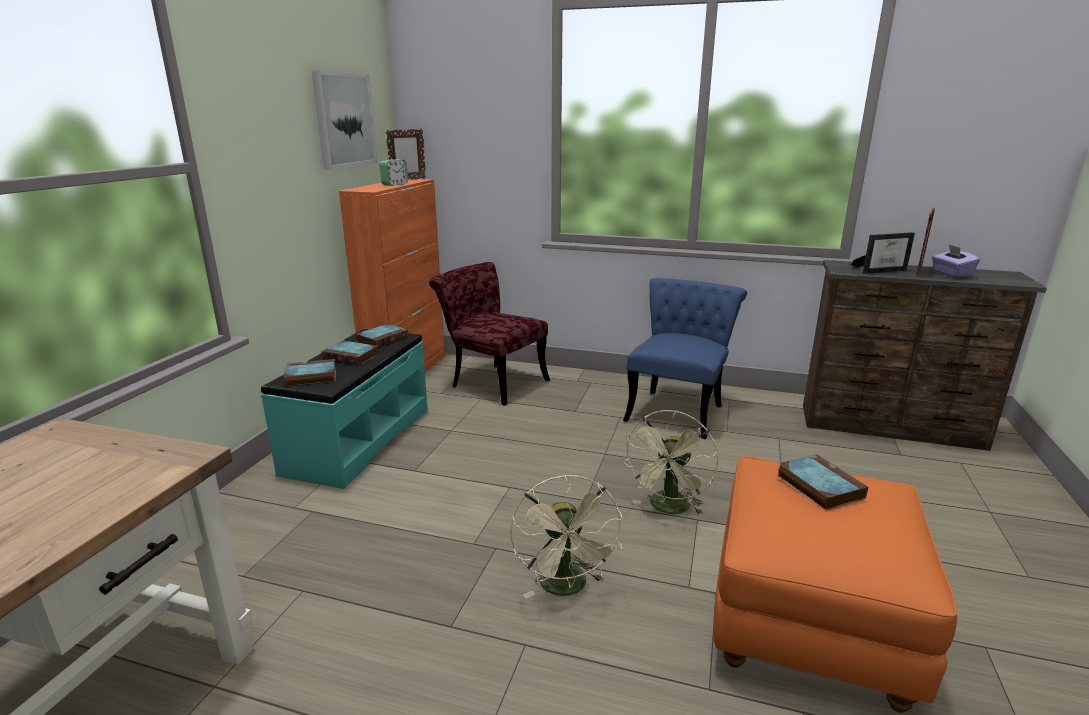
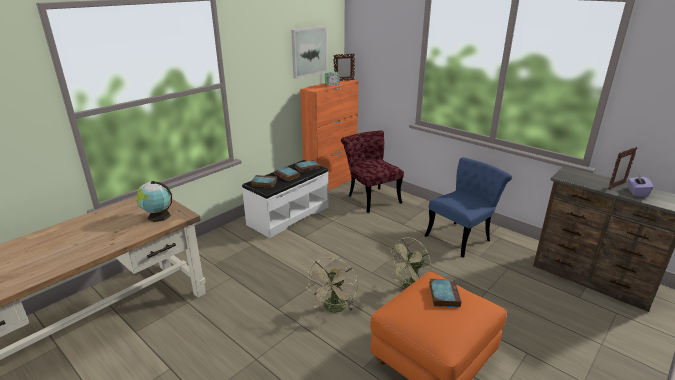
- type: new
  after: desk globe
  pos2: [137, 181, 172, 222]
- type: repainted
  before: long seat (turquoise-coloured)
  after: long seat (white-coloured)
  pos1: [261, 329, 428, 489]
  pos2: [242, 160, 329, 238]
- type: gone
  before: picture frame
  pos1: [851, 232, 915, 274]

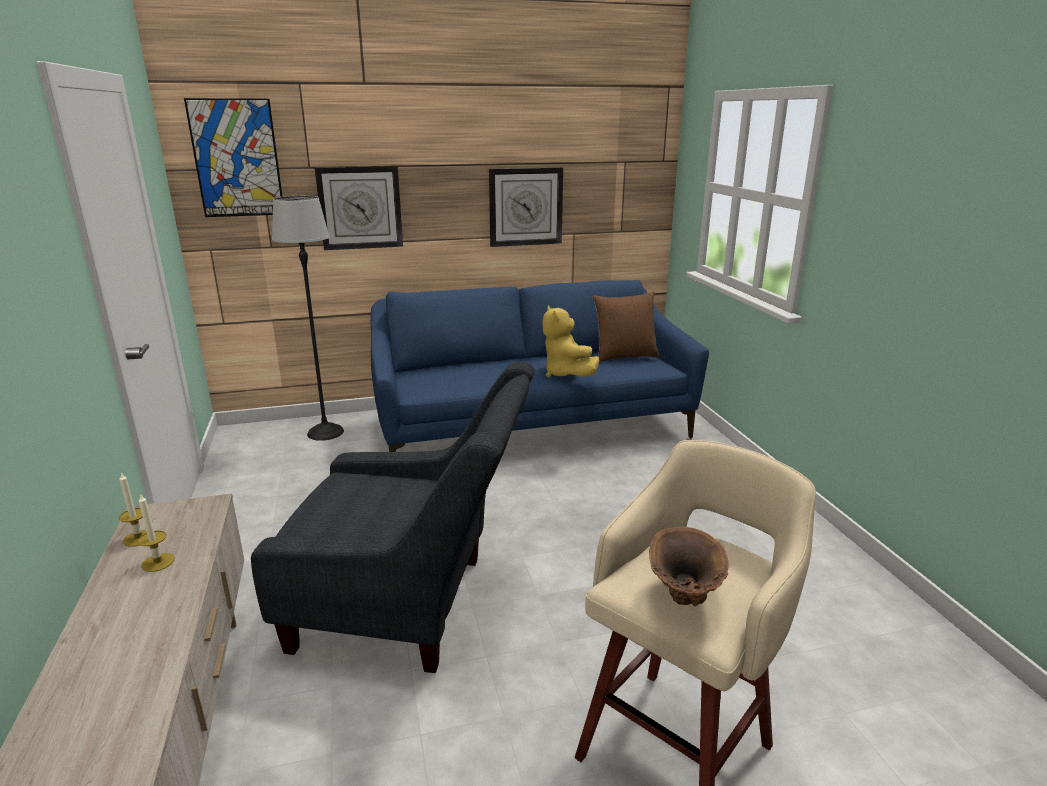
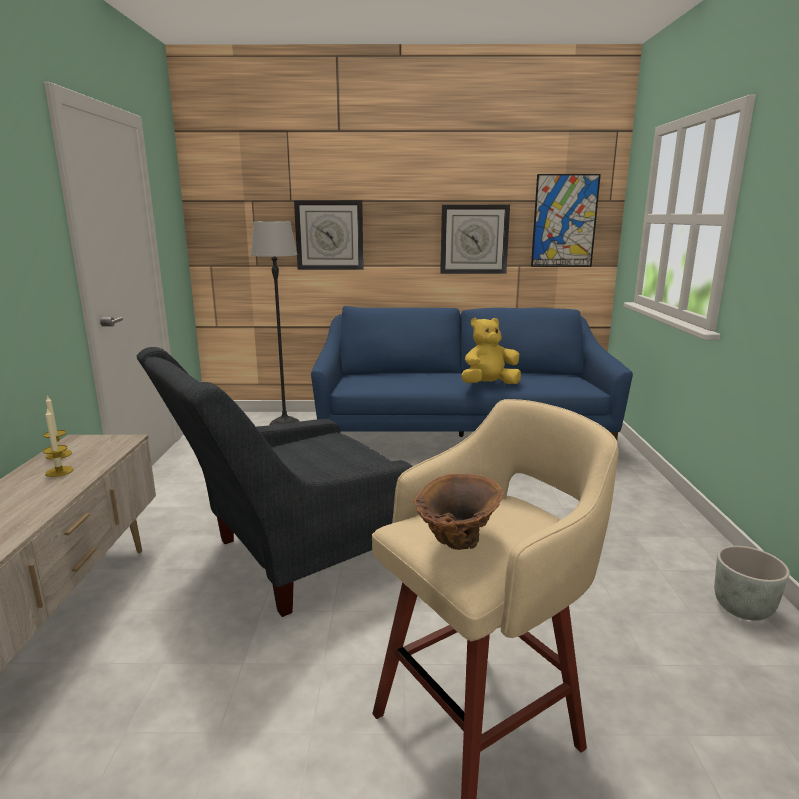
- type: rotated
  before: armchair (greyish)
  pos1: [251, 361, 535, 673]
  pos2: [137, 347, 413, 617]
  turn: 120
- type: rotated
  before: soft toy (yellow)
  pos1: [543, 306, 599, 378]
  pos2: [461, 318, 521, 384]
  turn: 75
- type: shifted
  before: picture
  pos1: [184, 98, 283, 217]
  pos2: [531, 174, 601, 267]
- type: new
  after: plant pot (greyish)
  pos2: [714, 546, 790, 621]
- type: gone
  before: cushion (brown-coloured)
  pos1: [592, 292, 659, 362]

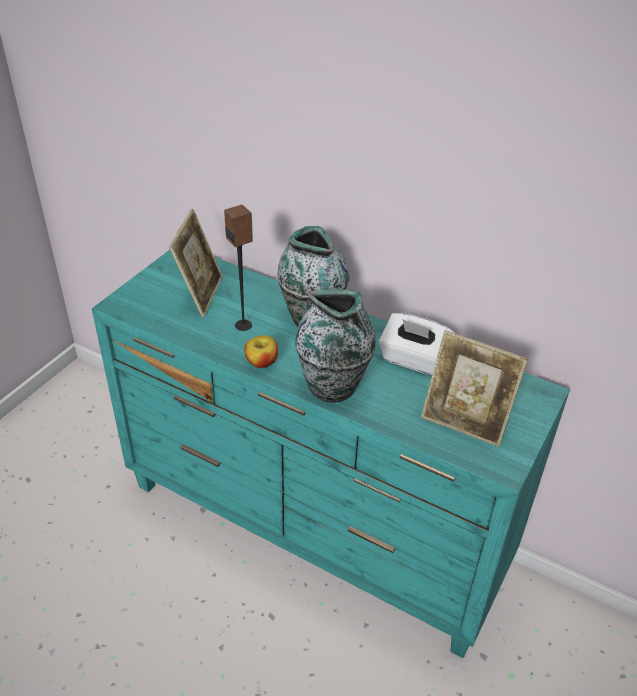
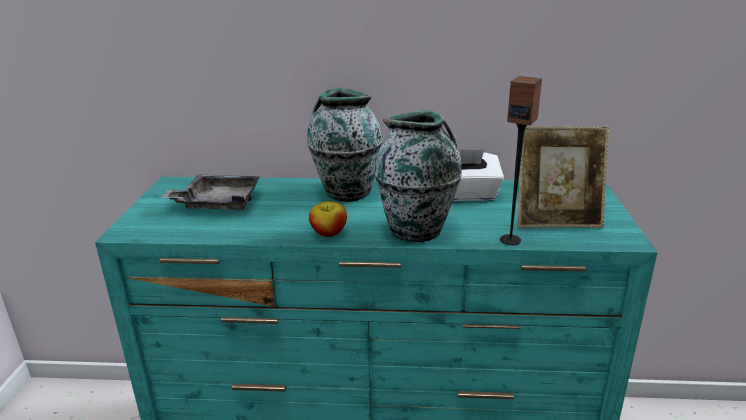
- type: swapped
  before: picture frame
  after: carrying tray (greyish)
  pos1: [169, 209, 223, 317]
  pos2: [160, 174, 260, 210]
- type: shifted
  before: speaker
  pos1: [224, 205, 253, 331]
  pos2: [500, 76, 542, 245]

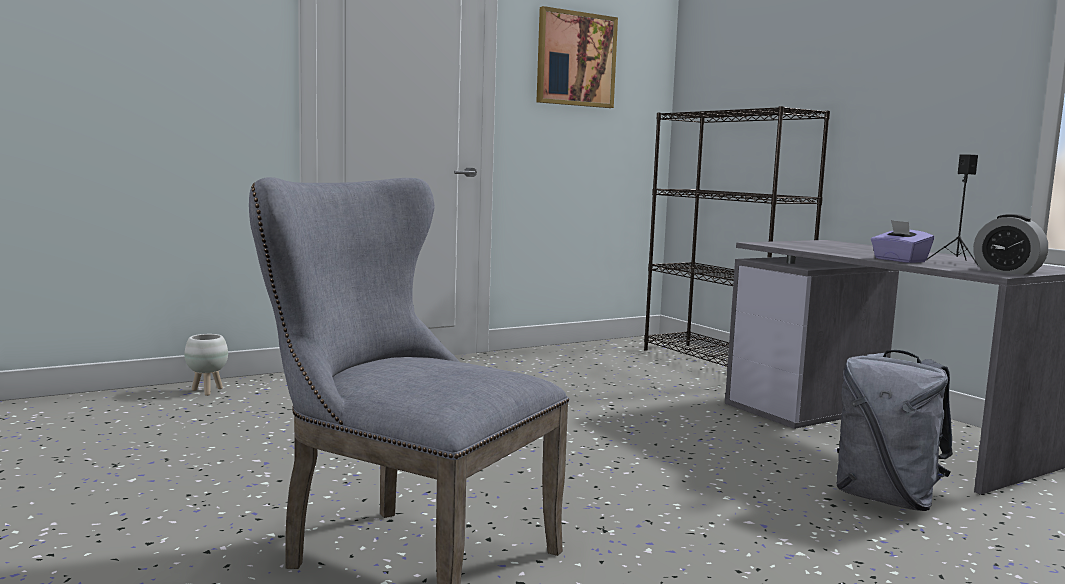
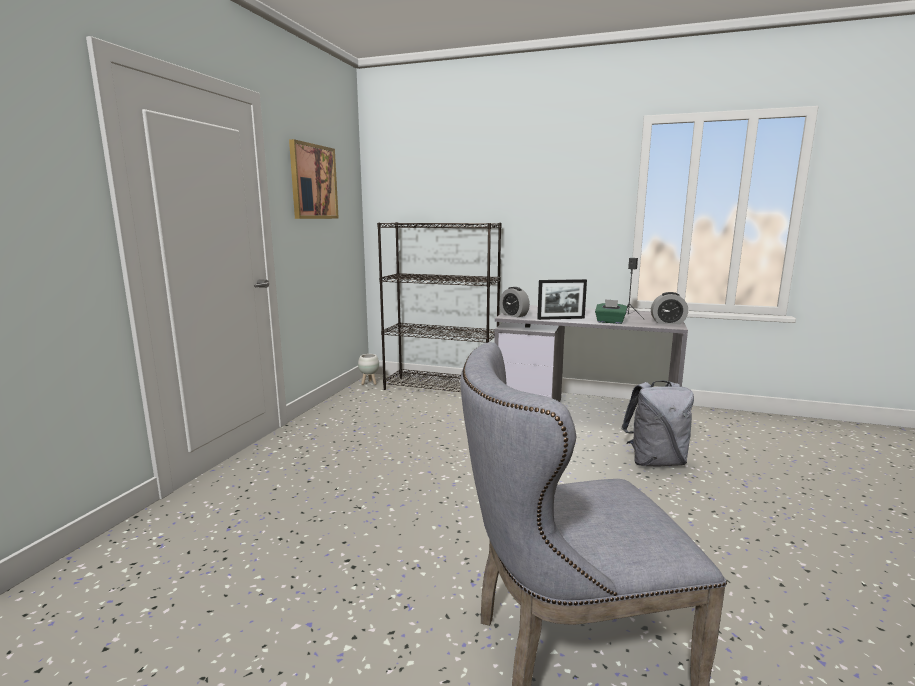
- type: shifted
  before: plant pot (white-coloured)
  pos1: [184, 334, 228, 396]
  pos2: [358, 354, 379, 385]
- type: new
  after: alarm clock
  pos2: [500, 287, 530, 317]
- type: new
  after: picture frame
  pos2: [537, 279, 587, 320]
- type: repainted
  before: box of tissues (purple-coloured)
  after: box of tissues (greenish)
  pos1: [871, 220, 934, 263]
  pos2: [595, 299, 627, 324]

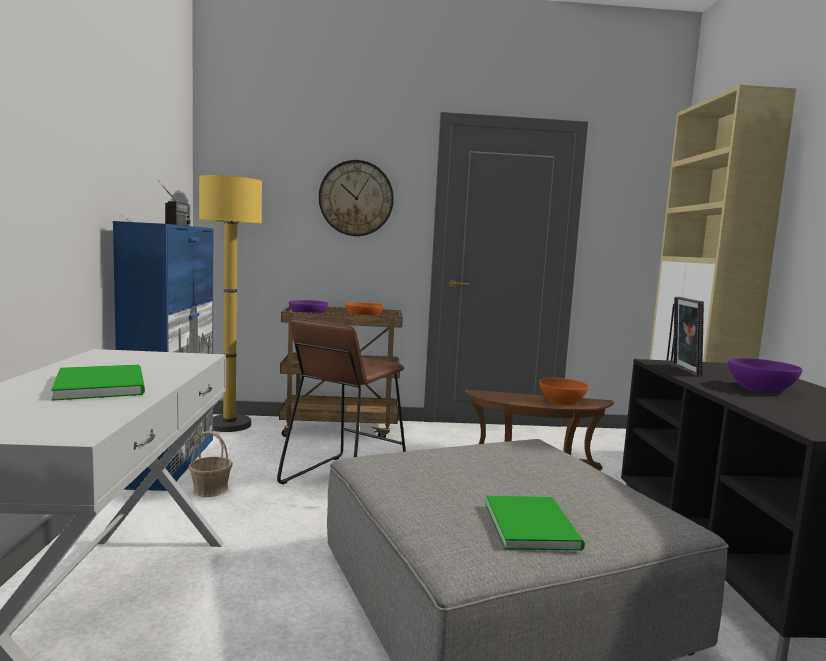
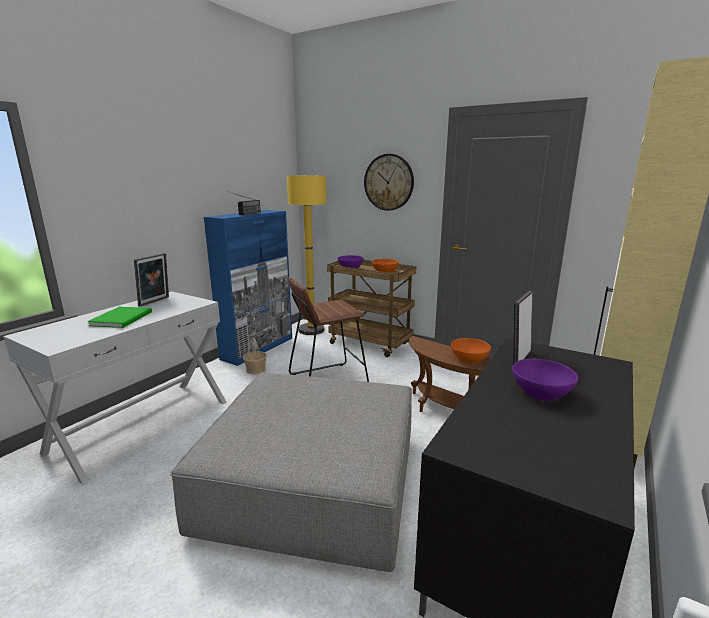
- type: new
  after: picture frame
  pos2: [134, 253, 169, 306]
- type: gone
  before: bound book (greenish)
  pos1: [485, 496, 585, 550]

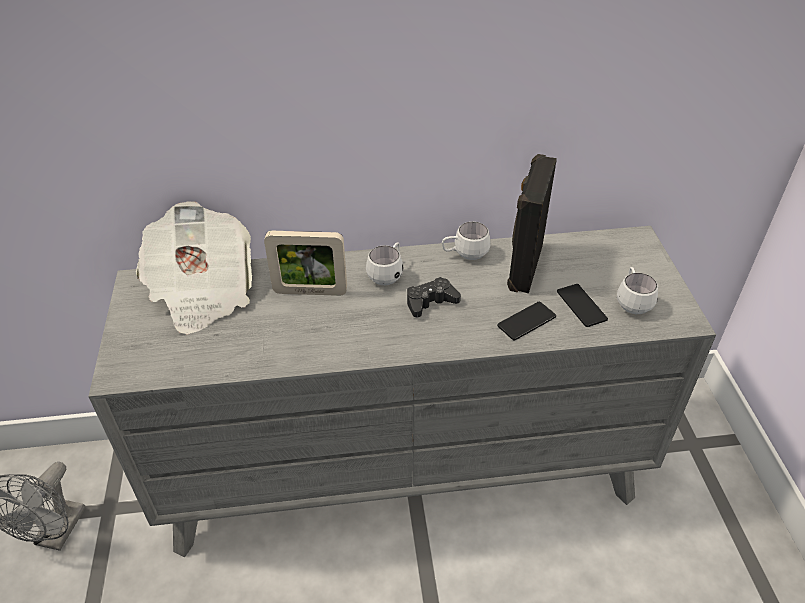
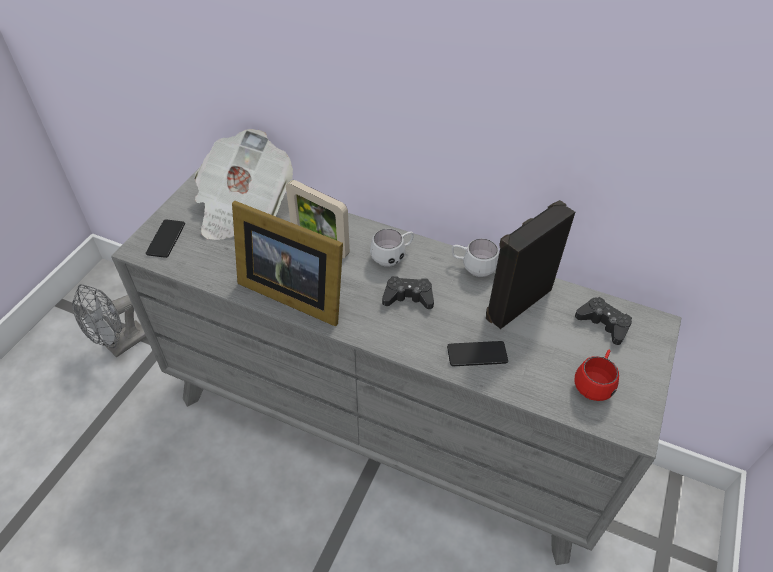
- type: shifted
  before: telephone
  pos1: [557, 284, 608, 327]
  pos2: [146, 219, 185, 258]
- type: new
  after: picture frame
  pos2: [232, 201, 343, 326]
- type: new
  after: game controller (black)
  pos2: [575, 297, 632, 345]
- type: repainted
  before: tea mug (white-coloured)
  after: tea mug (red)
  pos1: [617, 267, 658, 314]
  pos2: [575, 349, 619, 401]

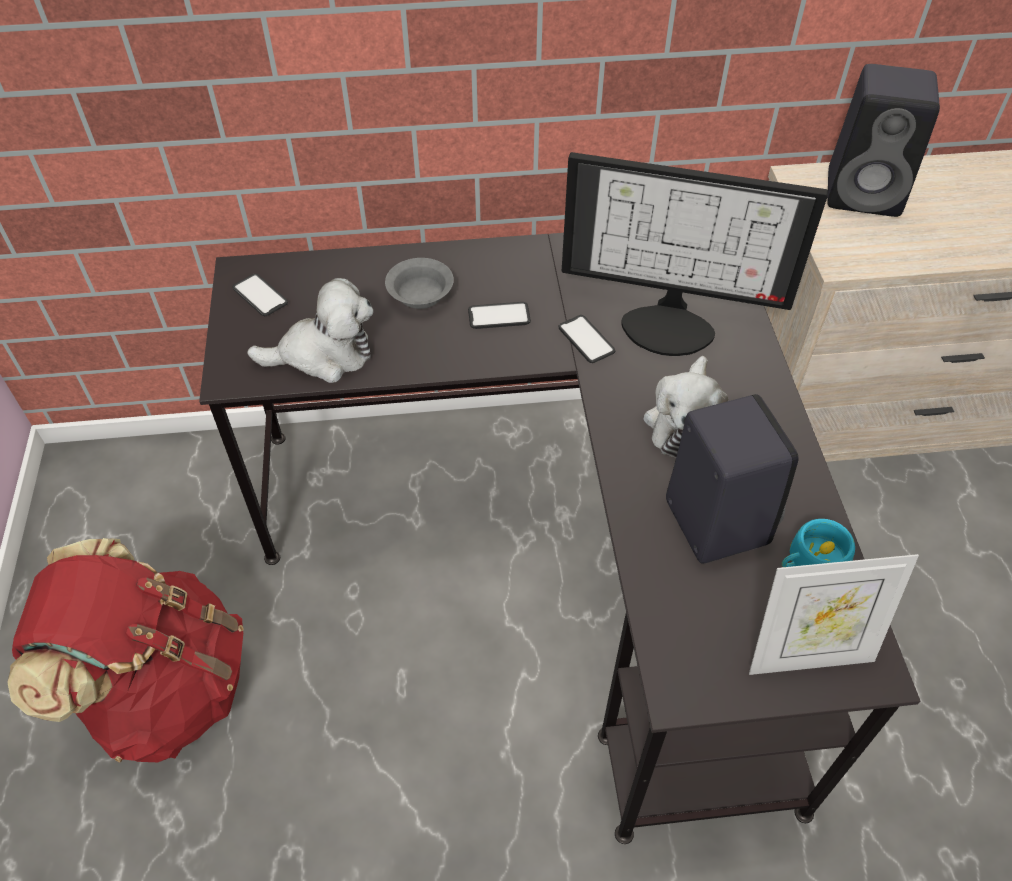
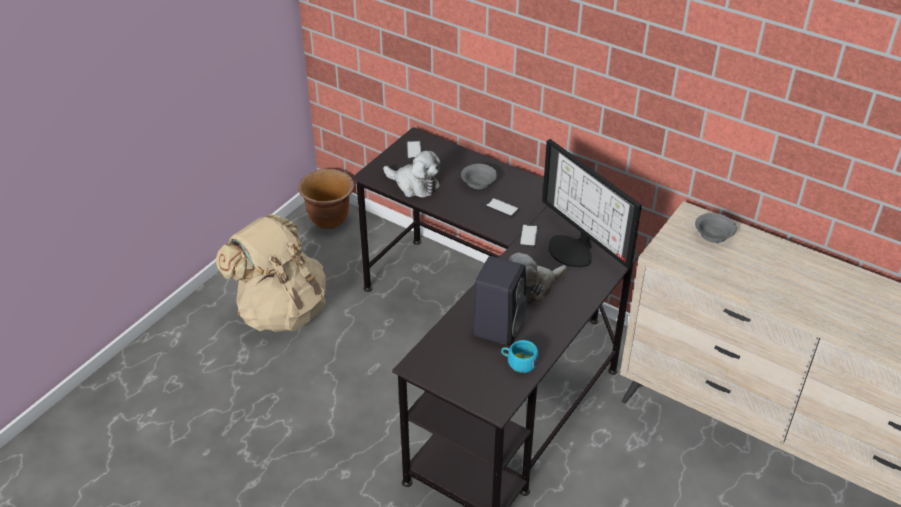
- type: repainted
  before: knapsack (red)
  after: knapsack (sand-coloured)
  pos1: [7, 538, 244, 762]
  pos2: [216, 214, 326, 332]
- type: new
  after: plant pot (brown-coloured)
  pos2: [298, 169, 354, 229]
- type: swapped
  before: speaker (black)
  after: deep dish (greyish)
  pos1: [827, 64, 940, 217]
  pos2: [695, 213, 737, 243]
- type: gone
  before: picture frame
  pos1: [749, 554, 919, 675]

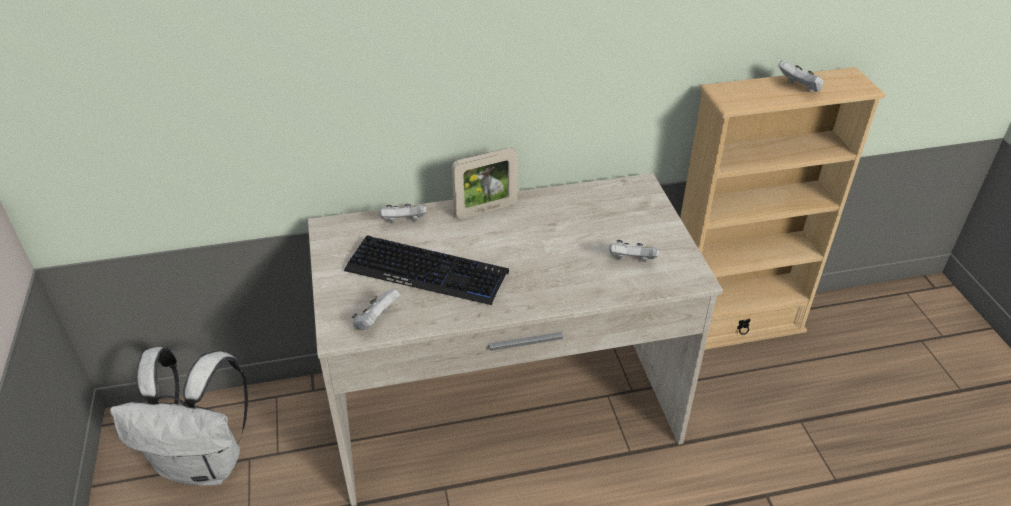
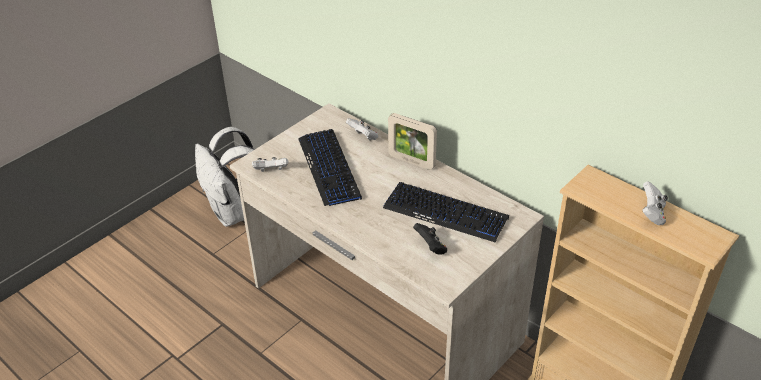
- type: new
  after: keyboard
  pos2: [383, 182, 509, 242]
- type: repainted
  before: game controller (white-coloured)
  after: game controller (black)
  pos1: [609, 240, 659, 262]
  pos2: [413, 223, 447, 255]

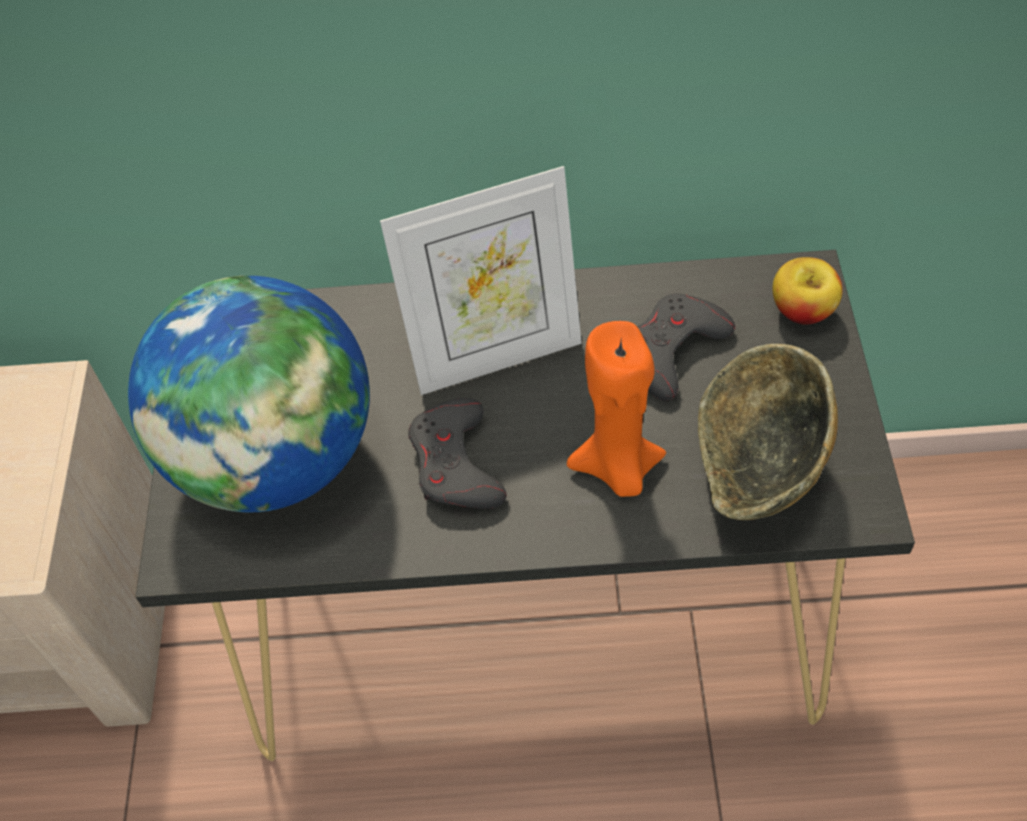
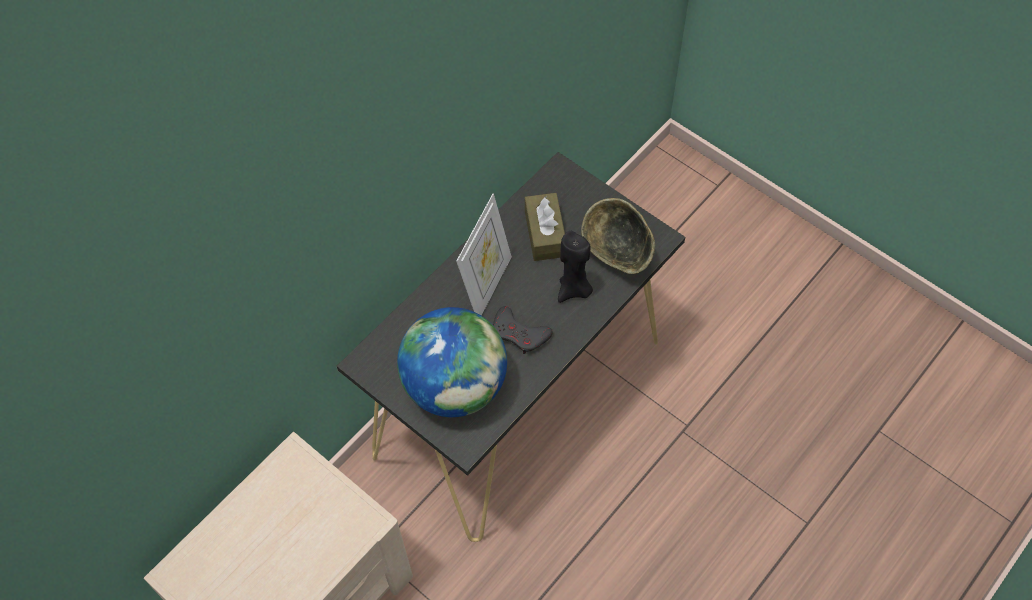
- type: swapped
  before: game controller (greyish)
  after: box of tissues (brown-coloured)
  pos1: [637, 293, 735, 401]
  pos2: [525, 193, 565, 261]
- type: repainted
  before: wax light (orange-coloured)
  after: wax light (black)
  pos1: [567, 321, 666, 497]
  pos2: [558, 231, 593, 303]
- type: gone
  before: apple fruit
  pos1: [772, 257, 843, 325]

